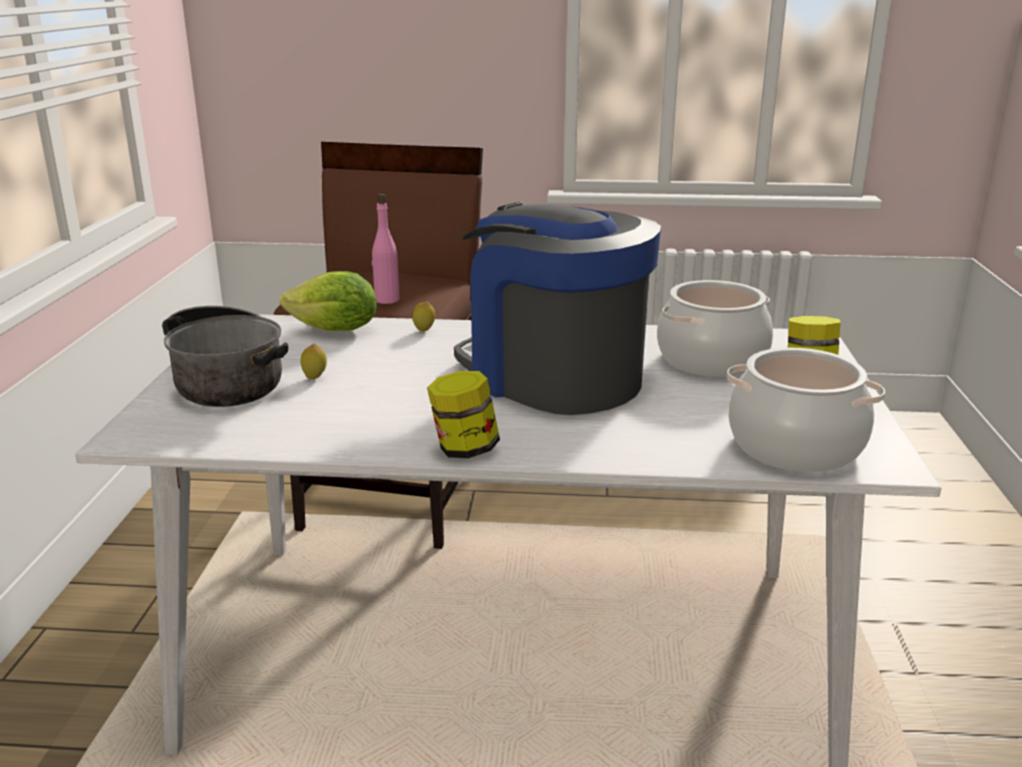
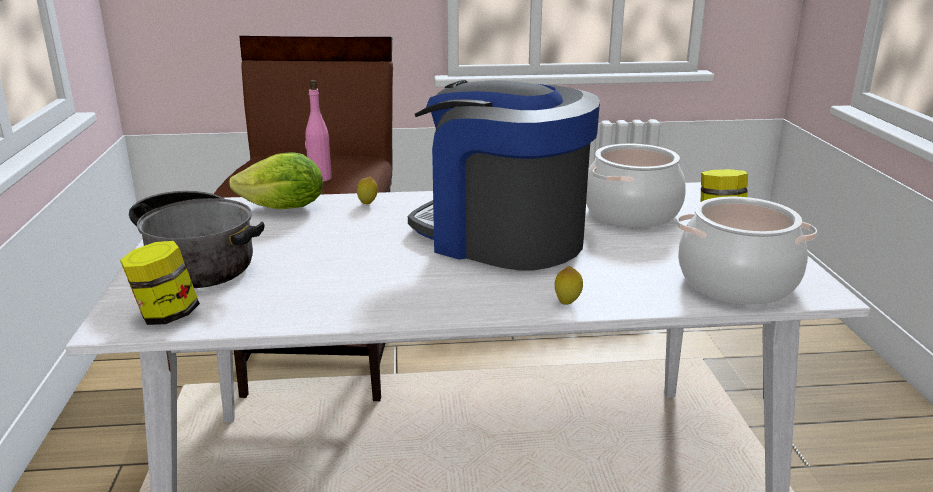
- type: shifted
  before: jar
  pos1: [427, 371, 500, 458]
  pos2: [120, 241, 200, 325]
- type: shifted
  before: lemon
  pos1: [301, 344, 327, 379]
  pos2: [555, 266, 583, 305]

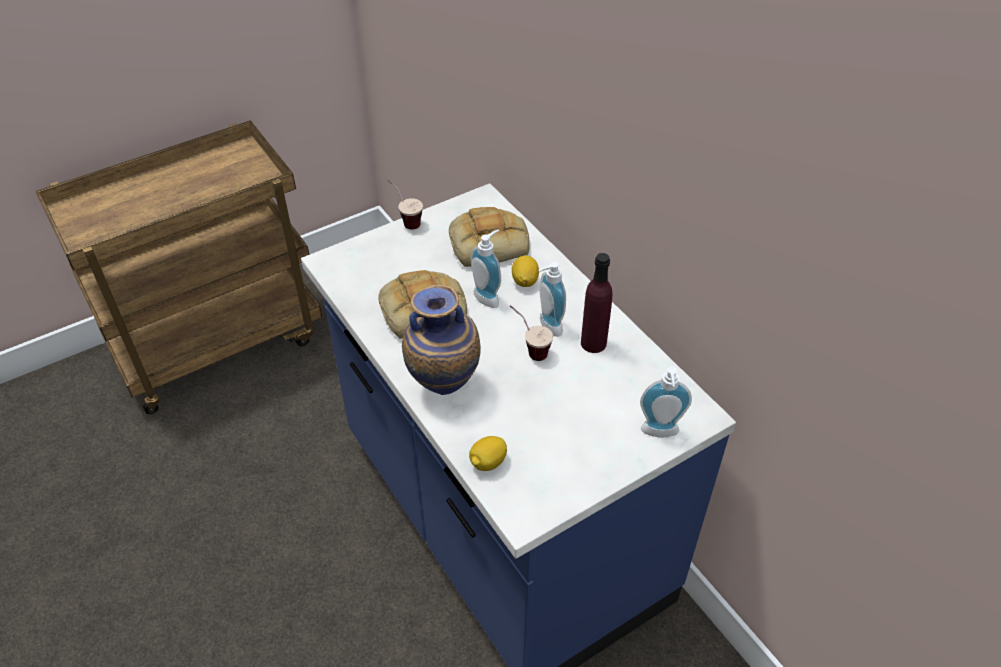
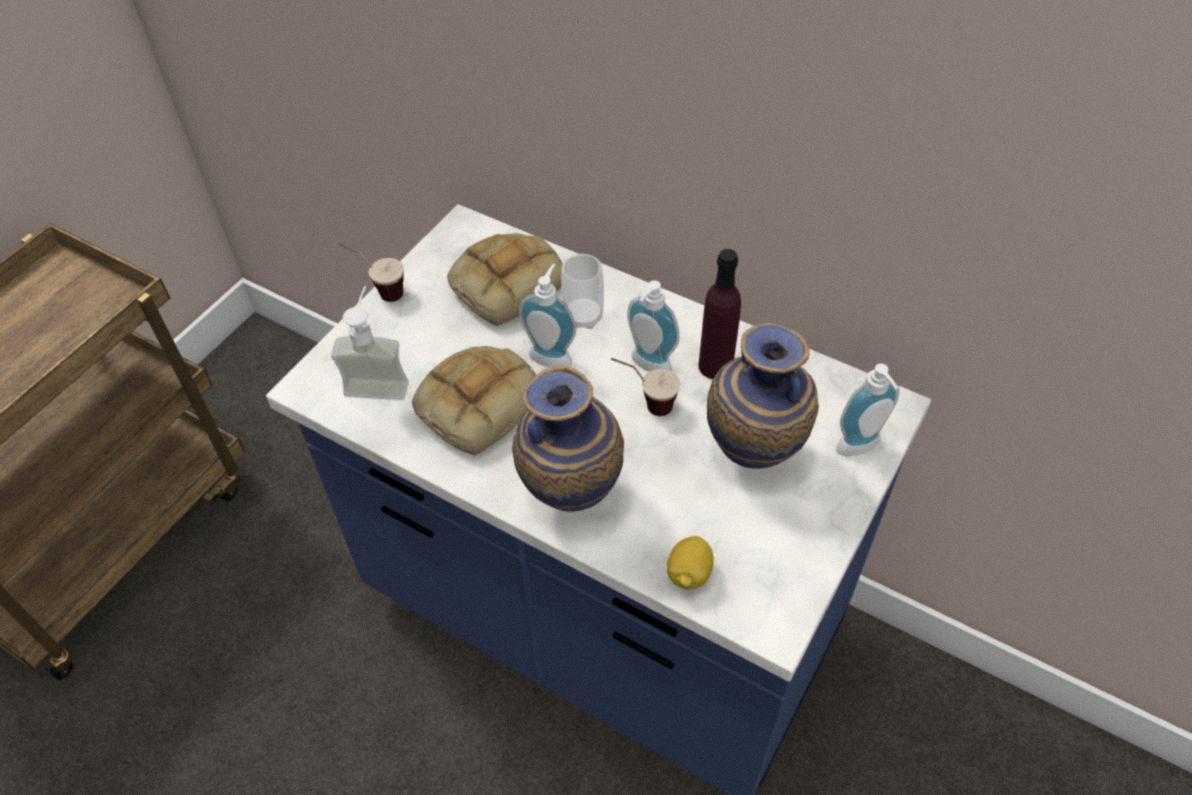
- type: new
  after: soap bottle
  pos2: [331, 286, 409, 400]
- type: swapped
  before: lemon
  after: cup
  pos1: [512, 255, 539, 287]
  pos2: [561, 254, 604, 329]
- type: new
  after: vase
  pos2: [707, 323, 819, 468]

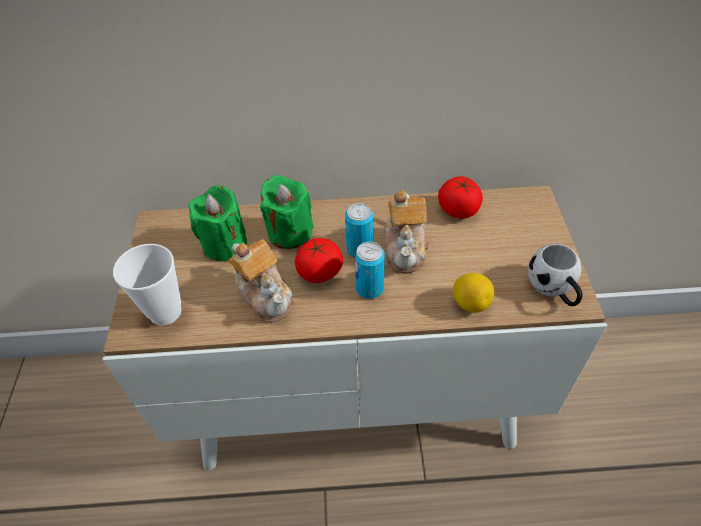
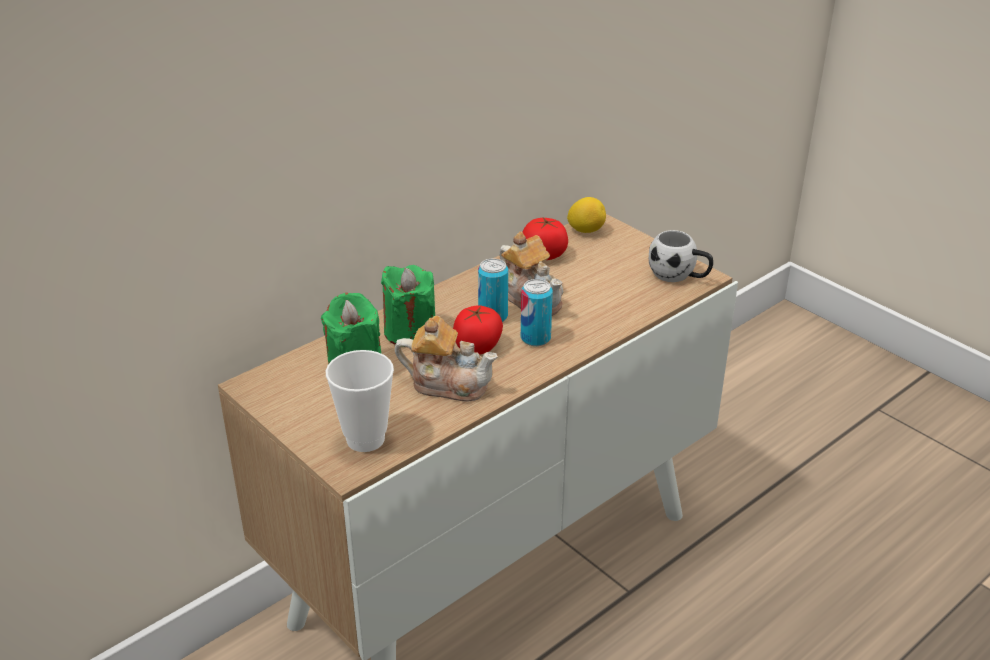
- type: shifted
  before: lemon
  pos1: [453, 273, 495, 313]
  pos2: [567, 197, 606, 233]

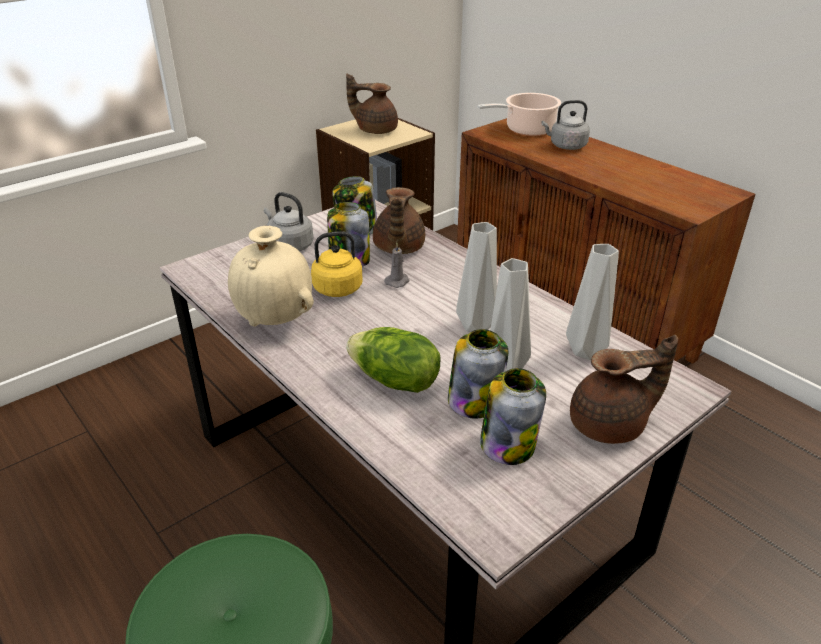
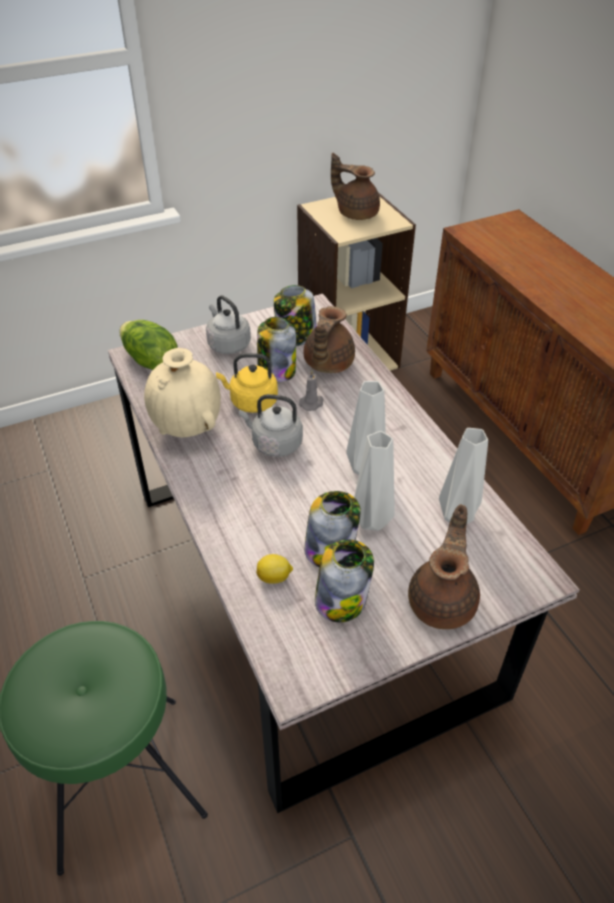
- type: shifted
  before: lettuce
  pos1: [346, 327, 440, 393]
  pos2: [120, 320, 178, 370]
- type: shifted
  before: tea kettle (greyish)
  pos1: [541, 100, 590, 150]
  pos2: [239, 394, 303, 457]
- type: new
  after: lemon
  pos2: [256, 554, 293, 584]
- type: rotated
  before: pot for tea (brown-coloured)
  pos1: [570, 335, 678, 444]
  pos2: [408, 504, 480, 629]
  turn: -75
- type: gone
  before: saucepot
  pos1: [477, 93, 561, 136]

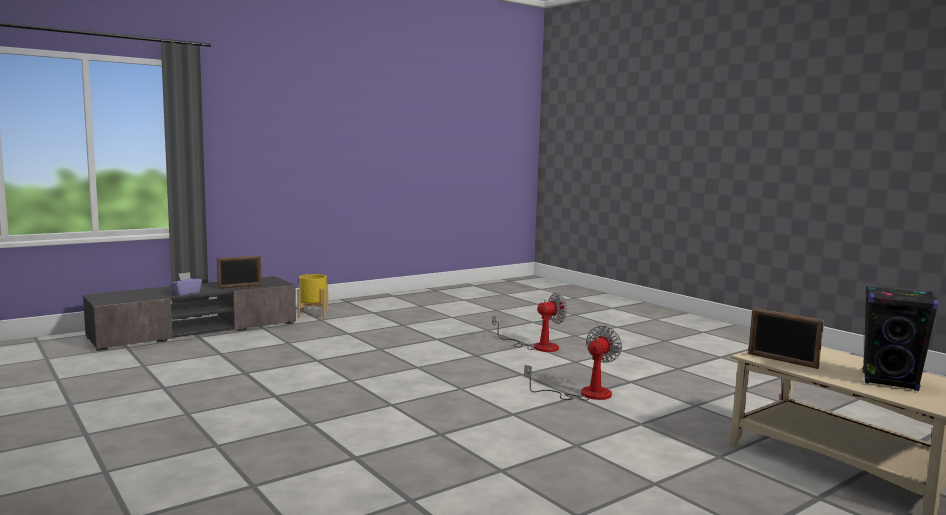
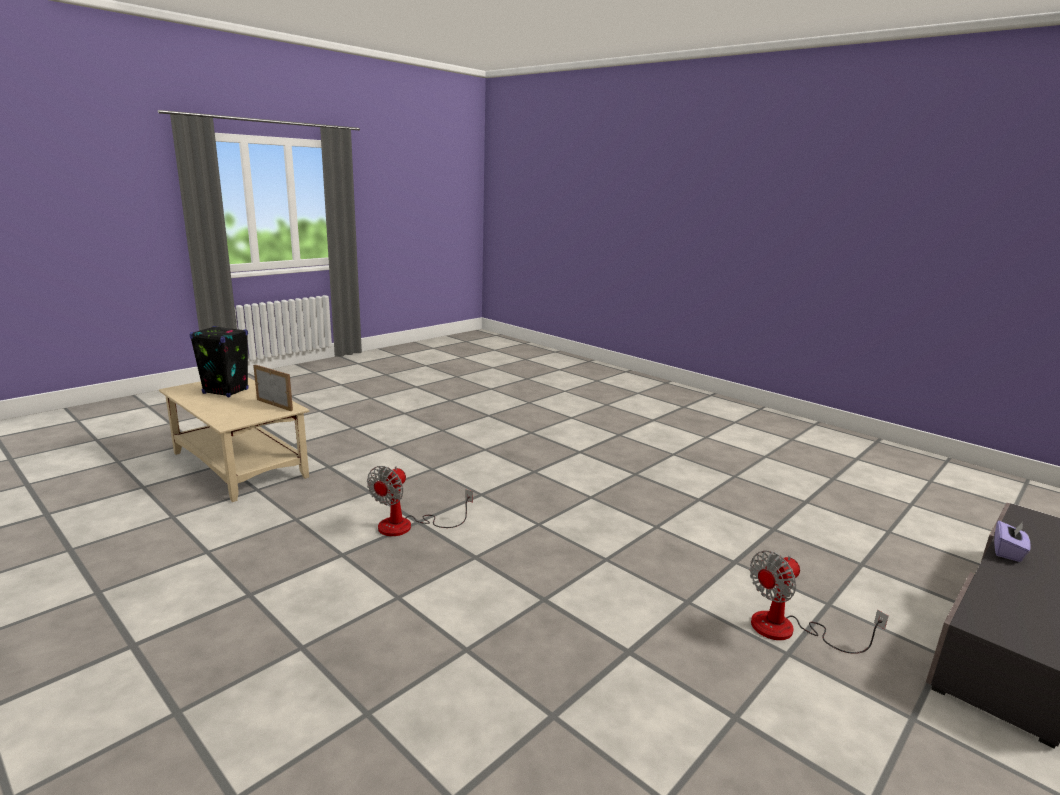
- type: shifted
  before: cooling fan
  pos1: [492, 293, 567, 352]
  pos2: [749, 551, 888, 654]
- type: gone
  before: picture frame
  pos1: [217, 256, 262, 289]
- type: gone
  before: plant pot (yellow)
  pos1: [297, 274, 328, 318]

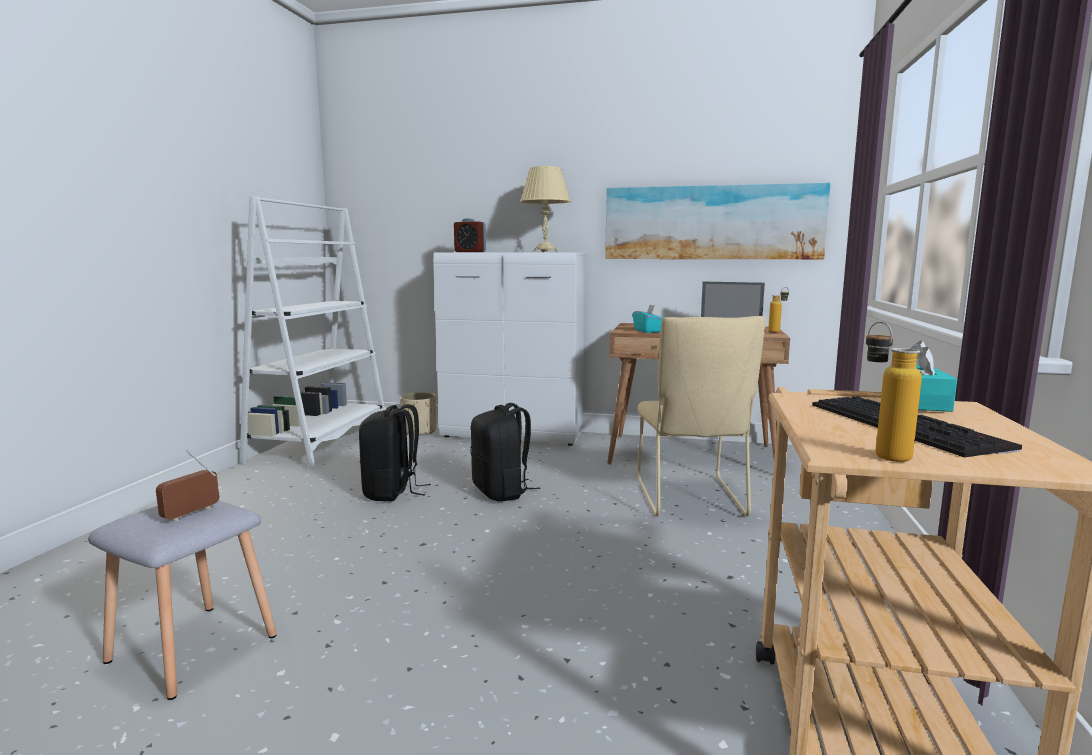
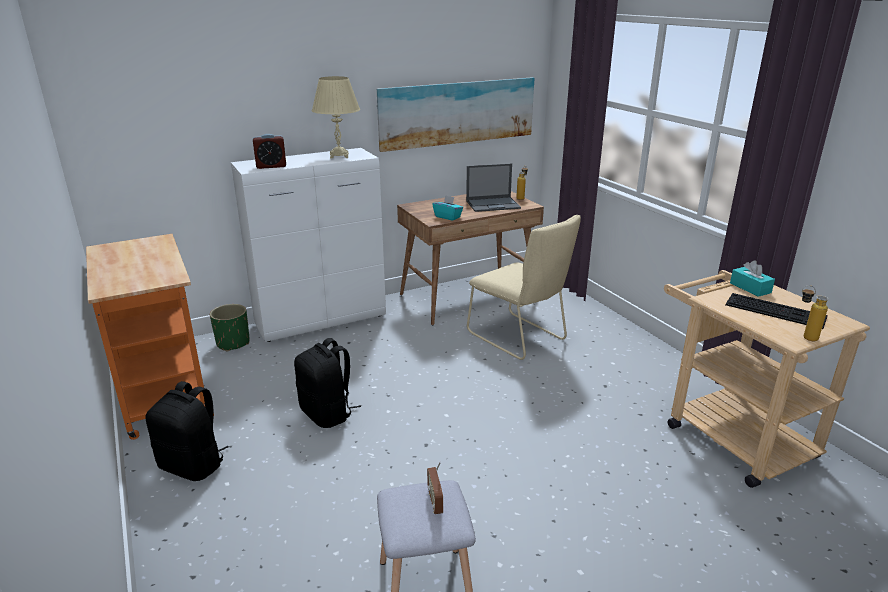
- type: swapped
  before: bookcase (white-coloured)
  after: cart (orange-coloured)
  pos1: [239, 196, 386, 469]
  pos2: [86, 234, 214, 440]
- type: shifted
  before: knapsack (black)
  pos1: [470, 403, 540, 502]
  pos2: [145, 381, 229, 481]
- type: repainted
  before: plant pot (sand-coloured)
  after: plant pot (greenish)
  pos1: [401, 392, 437, 435]
  pos2: [210, 304, 250, 351]

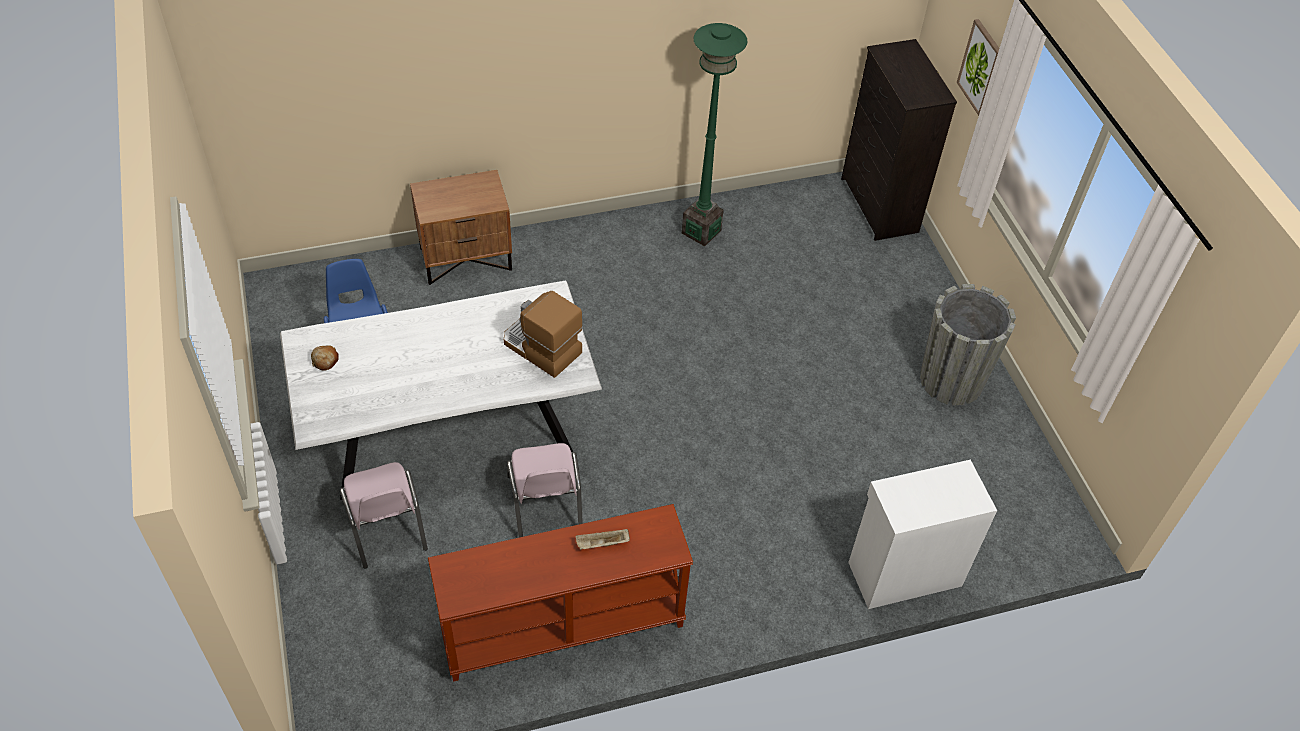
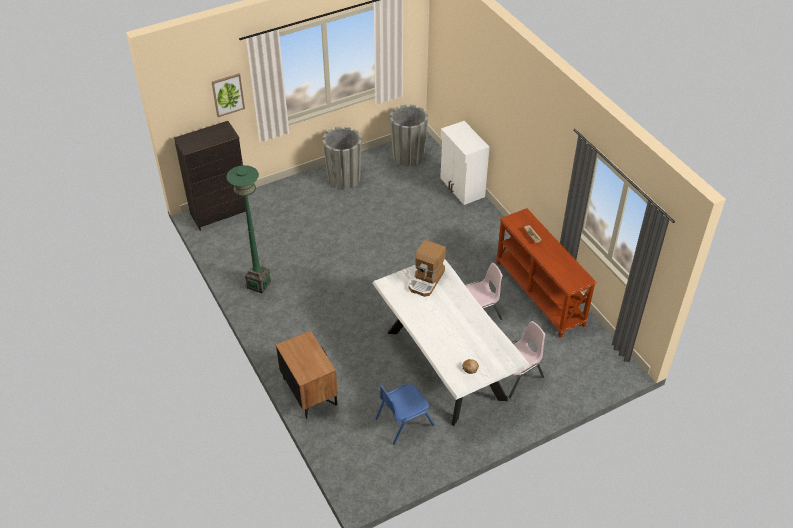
- type: new
  after: plant pot (greyish)
  pos2: [390, 104, 428, 167]

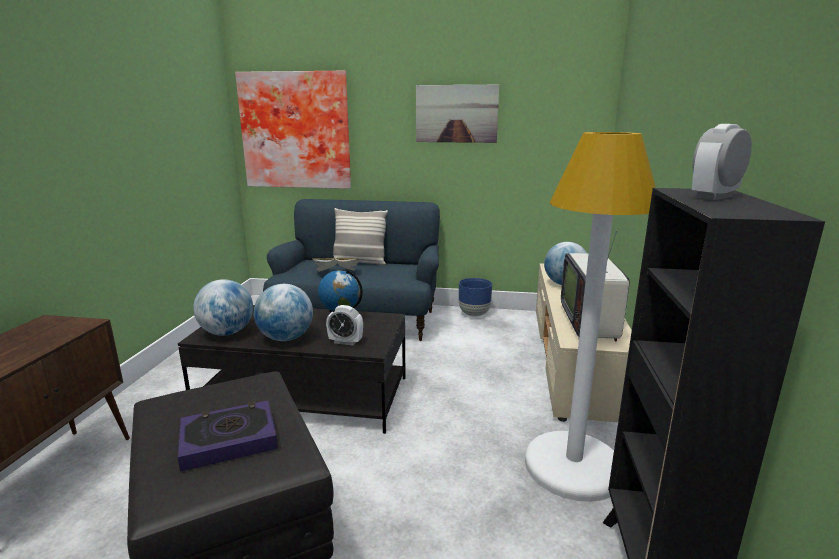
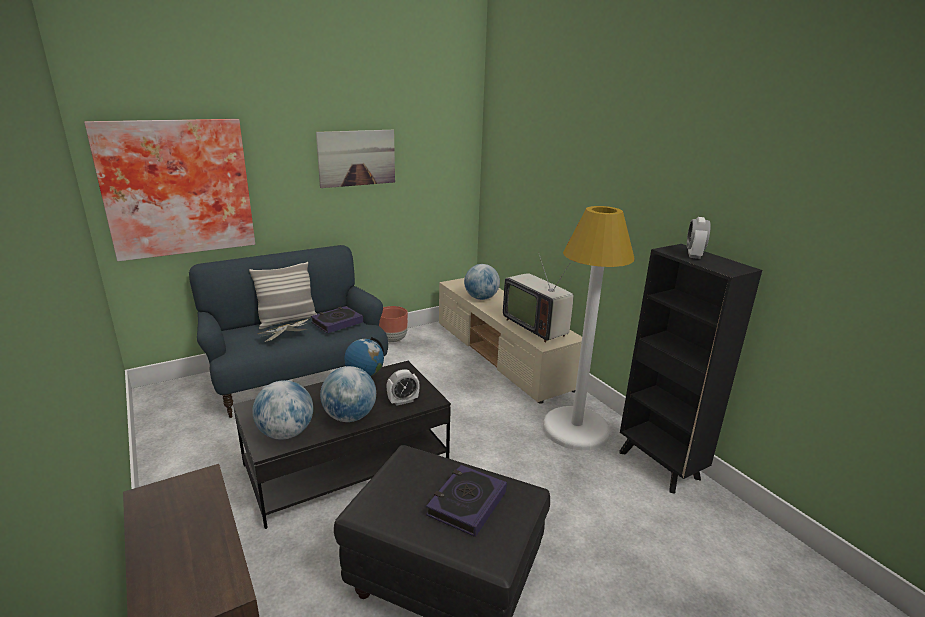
- type: new
  after: bound book
  pos2: [311, 306, 363, 333]
- type: repainted
  before: plant pot (bluish)
  after: plant pot (brown-coloured)
  pos1: [459, 278, 492, 316]
  pos2: [379, 306, 408, 342]

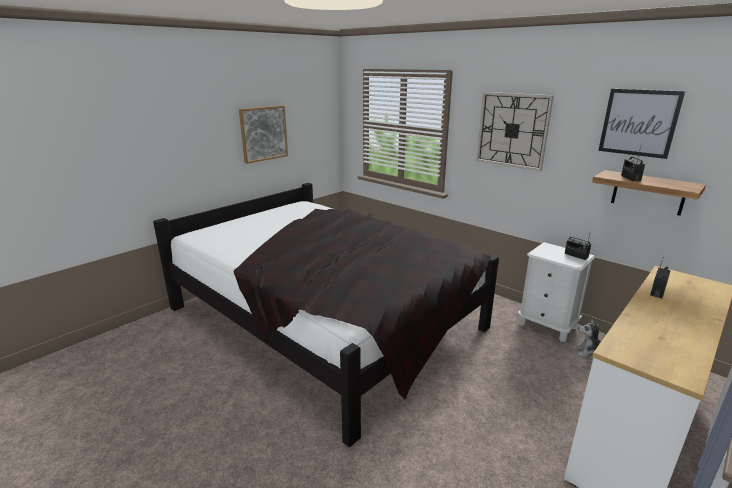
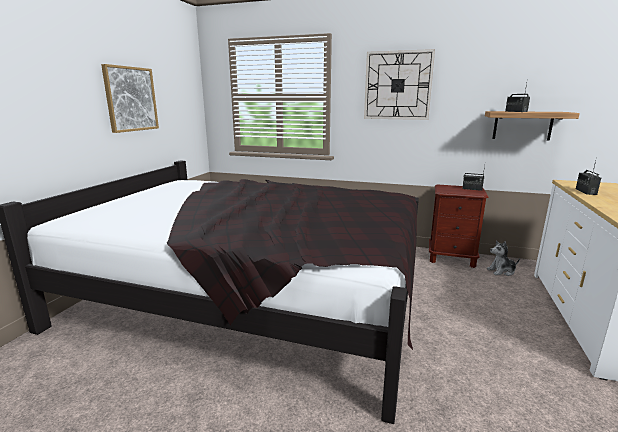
- type: repainted
  before: night table (white-coloured)
  after: night table (brown-coloured)
  pos1: [518, 242, 595, 342]
  pos2: [429, 184, 489, 268]
- type: gone
  before: picture
  pos1: [598, 89, 685, 159]

